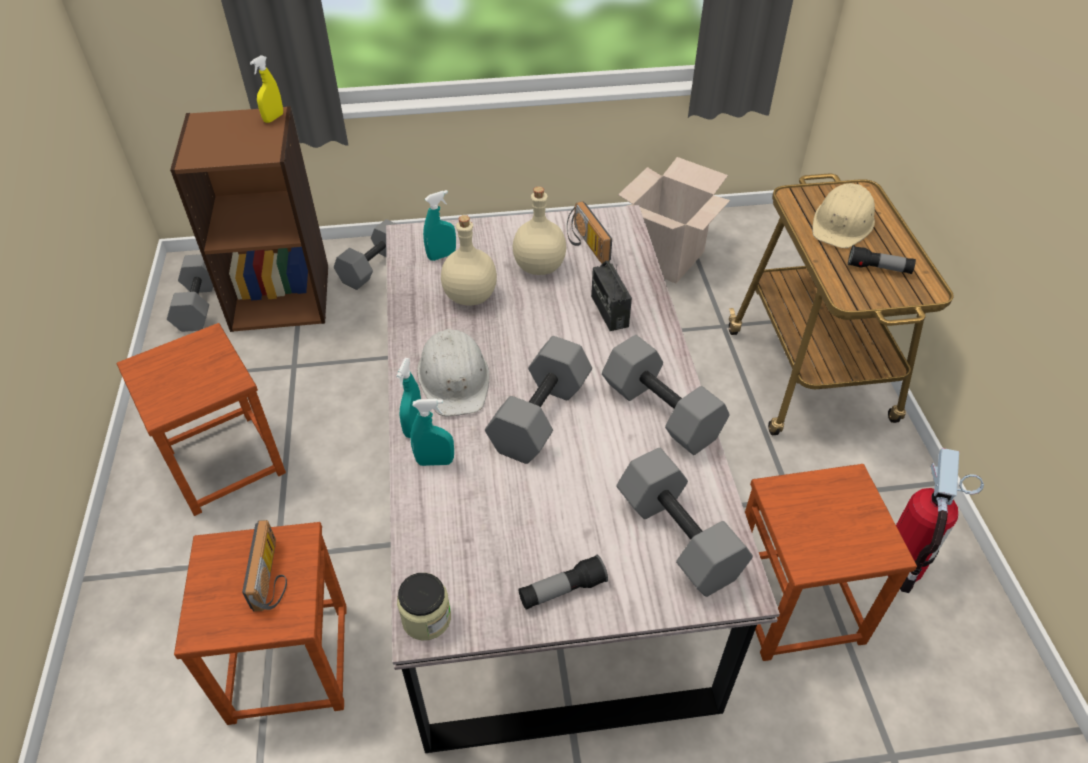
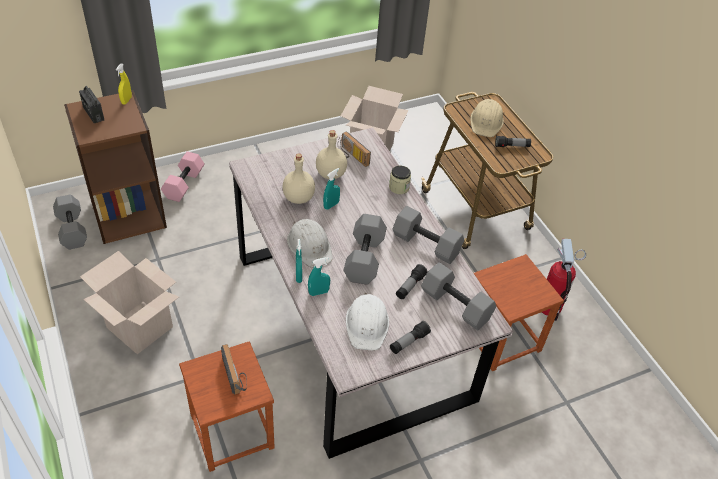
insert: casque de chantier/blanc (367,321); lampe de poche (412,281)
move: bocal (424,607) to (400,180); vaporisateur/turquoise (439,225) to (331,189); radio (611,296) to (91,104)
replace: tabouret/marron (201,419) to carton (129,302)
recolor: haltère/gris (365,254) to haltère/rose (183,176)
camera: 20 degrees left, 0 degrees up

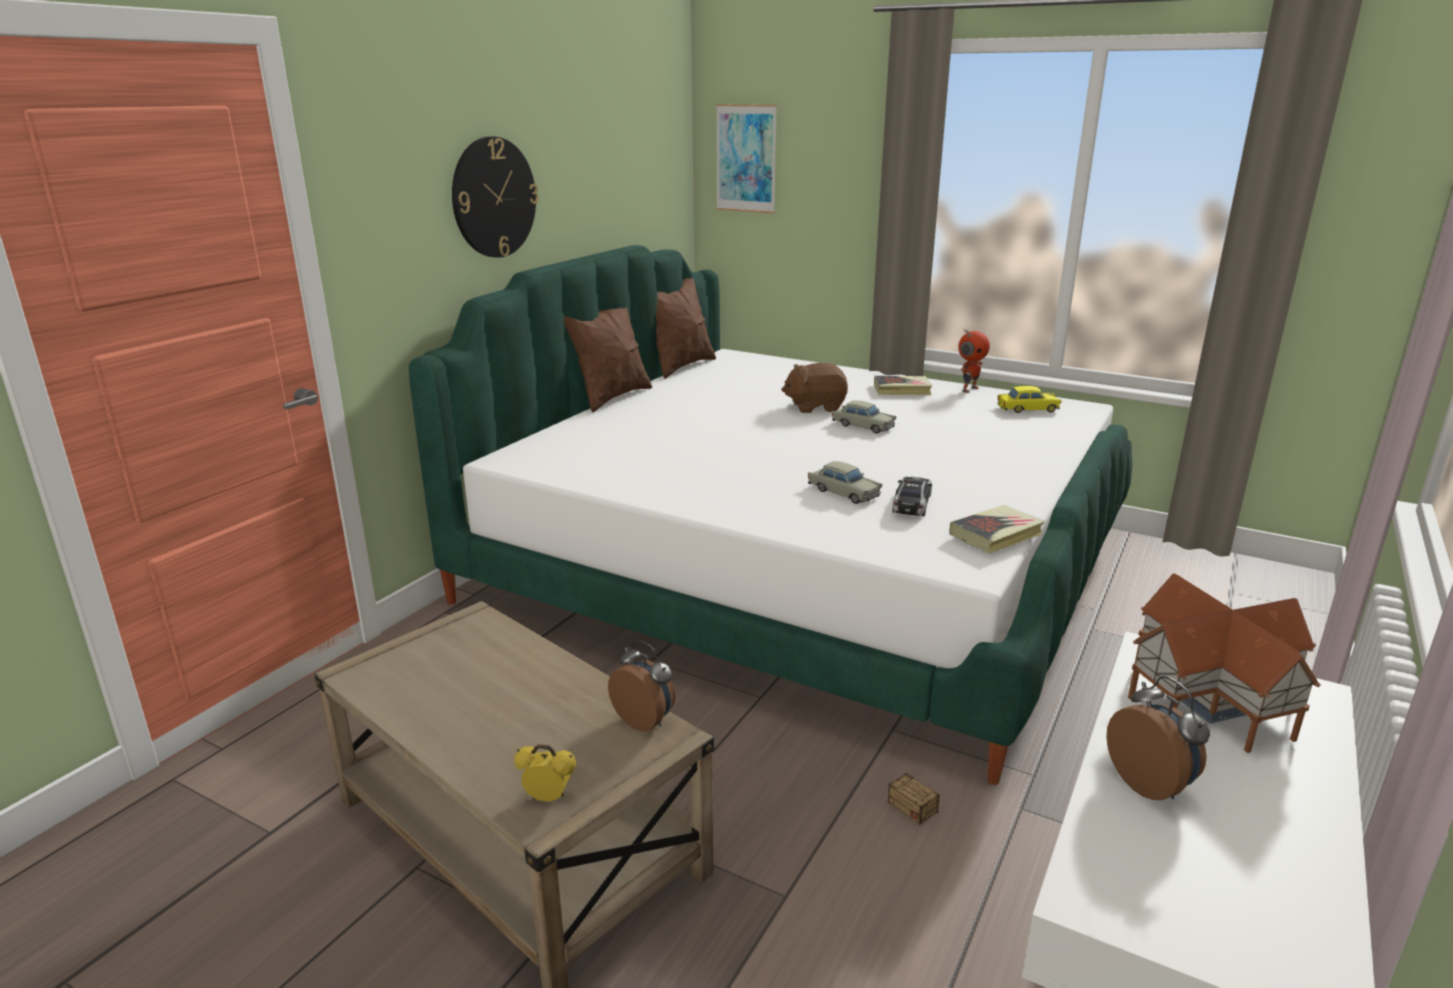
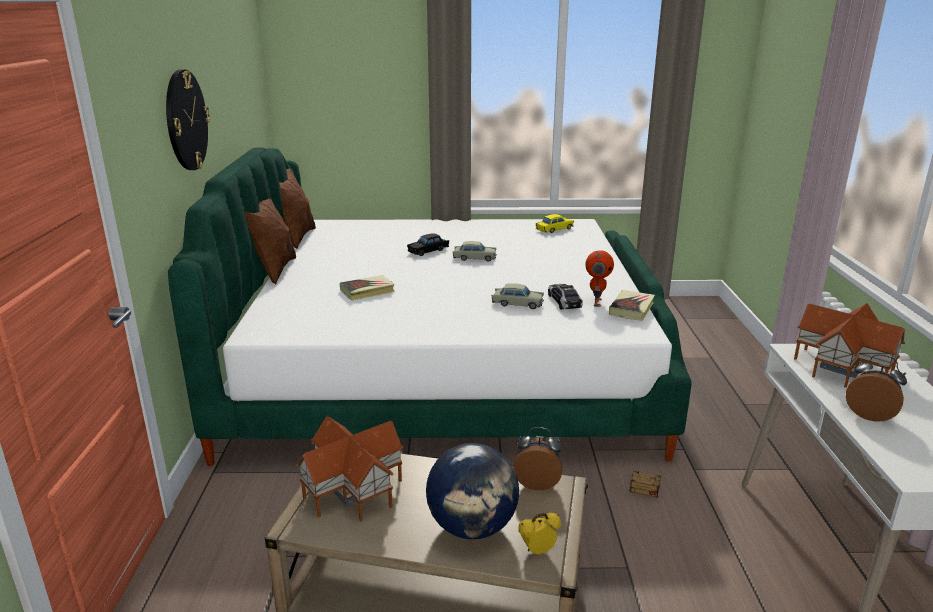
delete: tableau (746,158)
insert: maison miniature (350,468); globe (472,491)
move: livre (903,385) to (367,287); robot jouet (974,361) to (600,278)
replace: peluche/marron (814,388) to petite voiture/noir (428,244)
camera: 30 degrees left, 0 degrees up

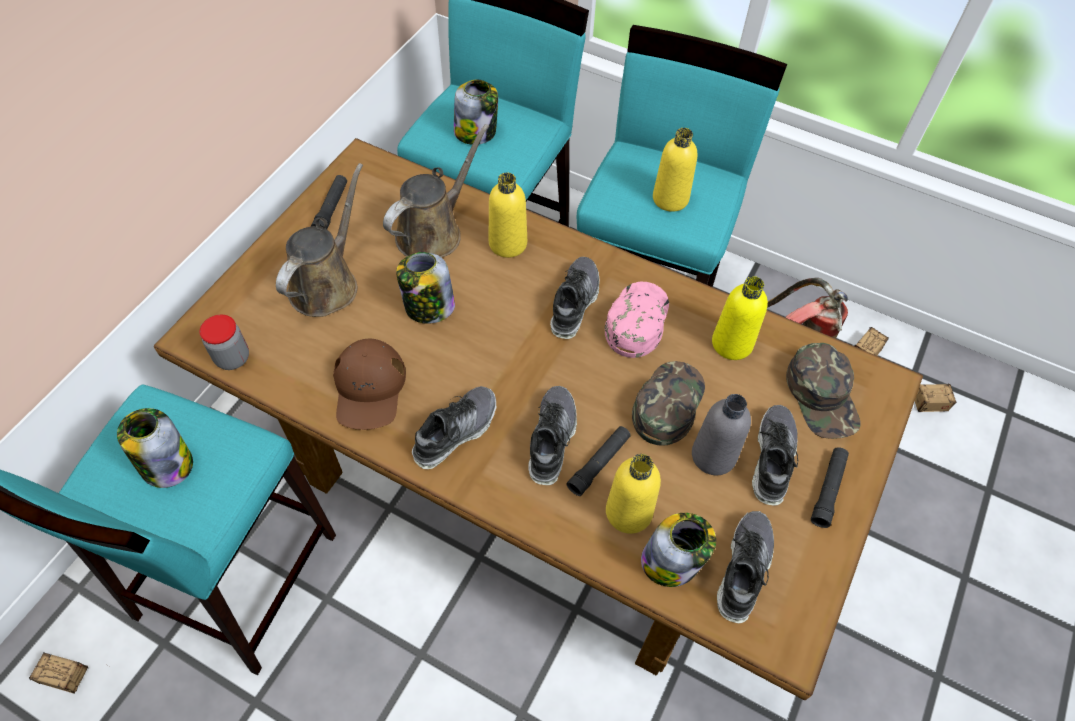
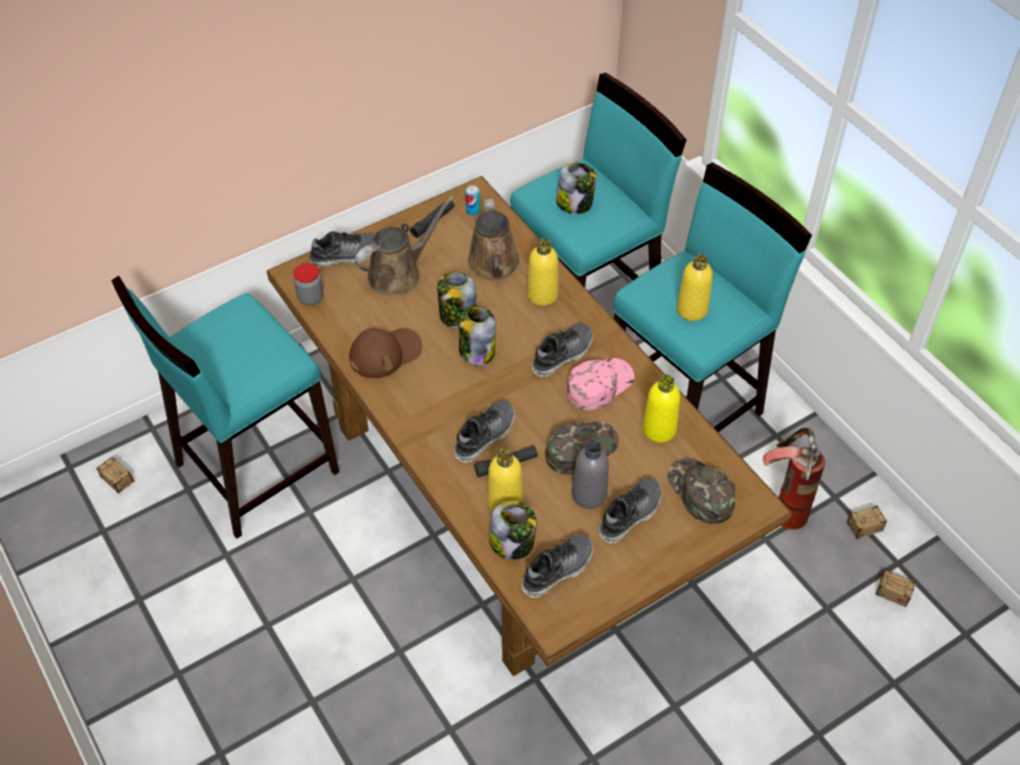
delete: lampe de poche/noir (830,487)
insert: boîte métallique (472,200)
move: bocal (155,448) to (477,336); chaussure (454,427) to (341,249)
rotate: casquette/marron (369,384) = (385,353) 150 degrees counterclockwise; arrosoir/marron (436,191) = (493,239) 105 degrees clockwise; casquette/vert (823,391) = (701,491) 135 degrees clockwise
camera: 30 degrees right, 5 degrees down

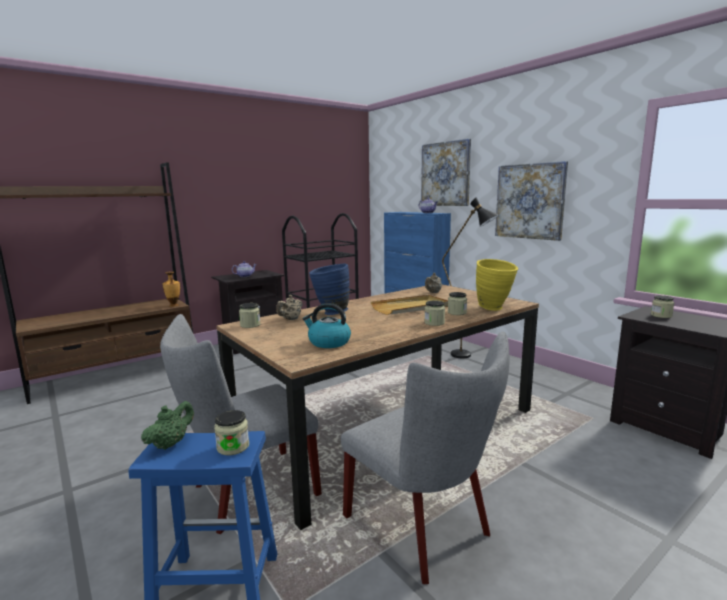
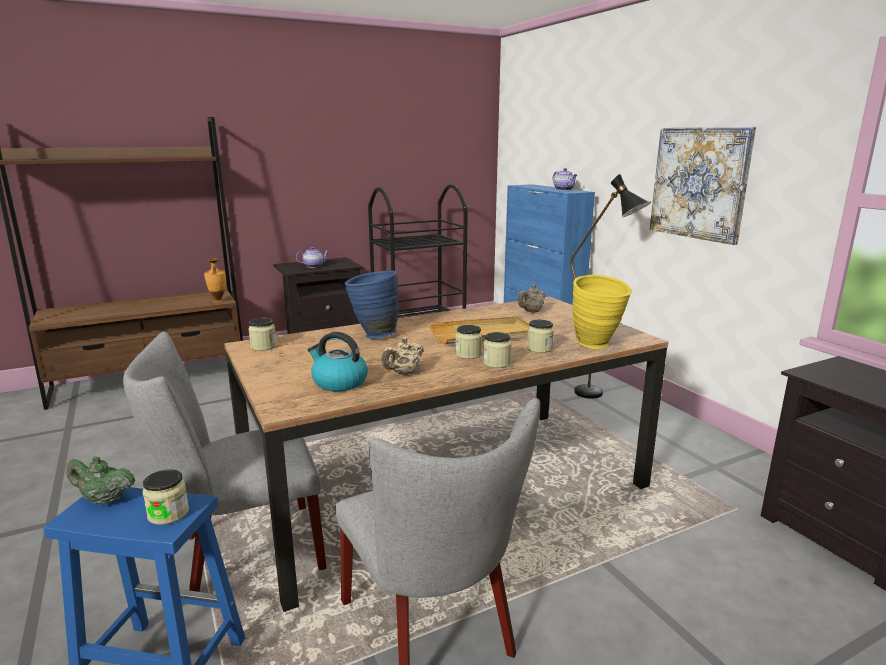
delete: tableau (446,172)
move: théière/beige (289,307) to (402,356); bocal (662,306) to (468,342)
rotate: théière/vert (167,425) = (100,480) 120 degrees counterclockwise
camera: 10 degrees right, 5 degrees up

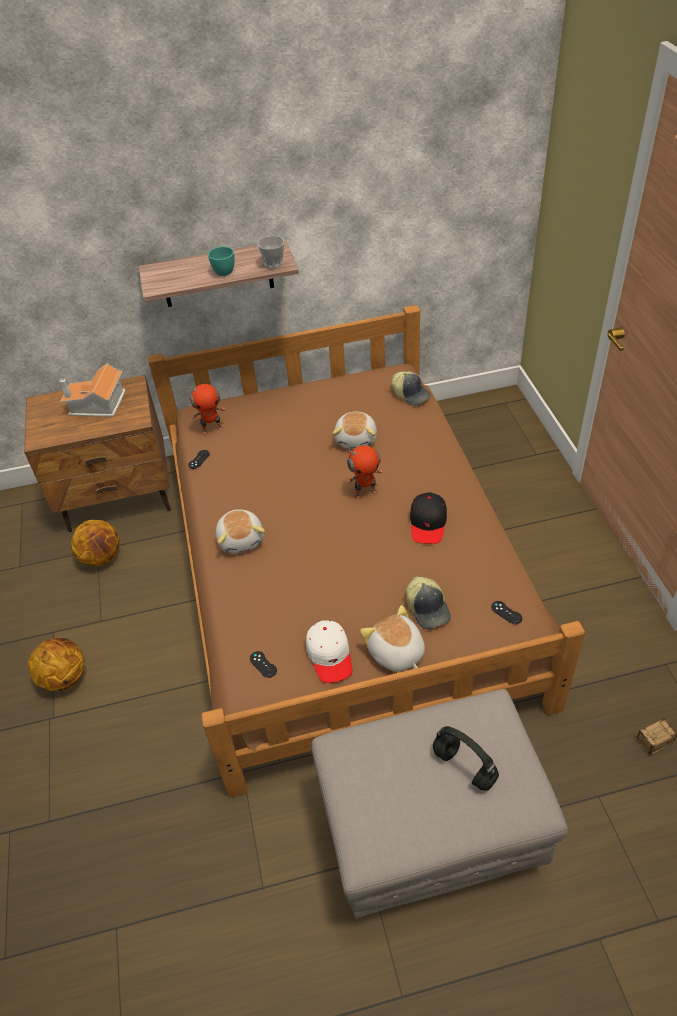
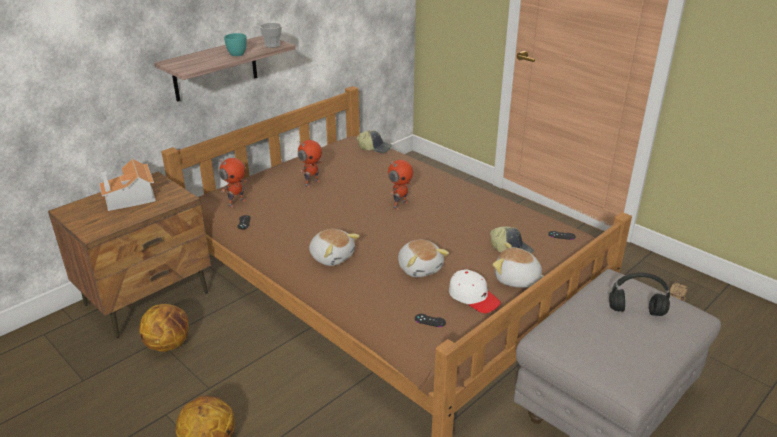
delete: casquette/noir (428,518)
insert: robot jouet (310,164)
move: peluche (354,430) to (423,258)
camera: 35 degrees left, 15 degrees down

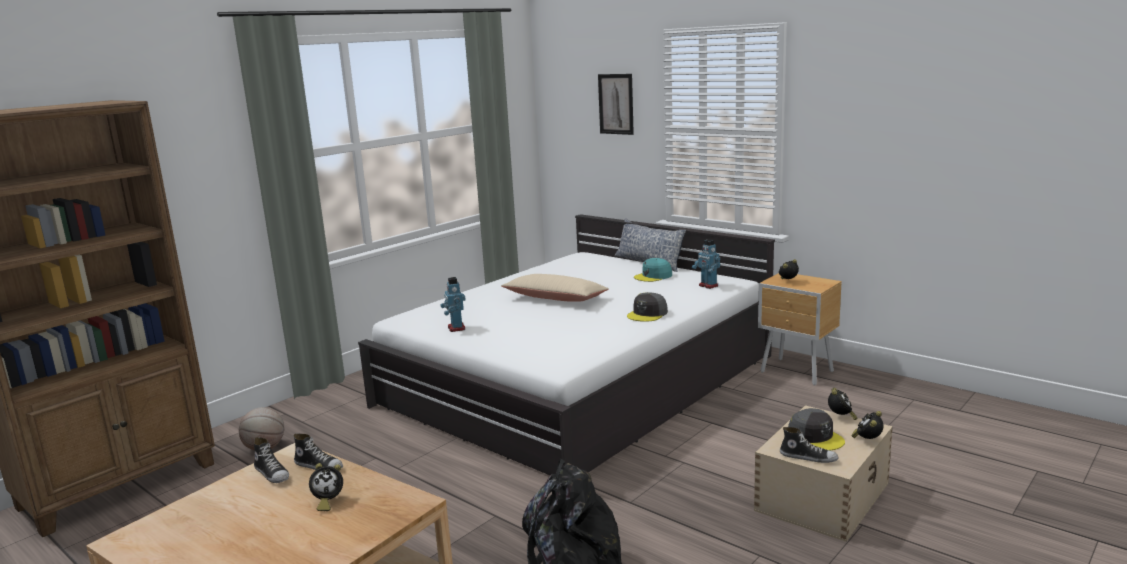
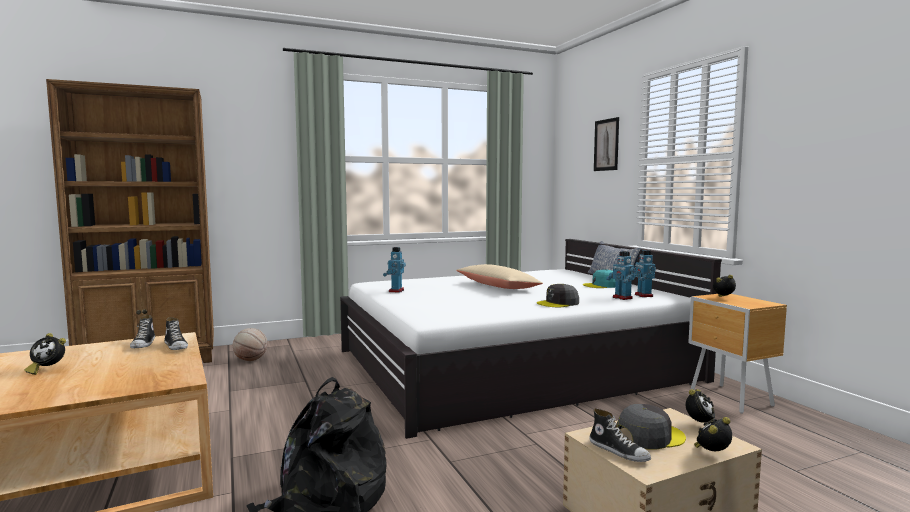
insert: robot jouet (621,275)
move: réveil (326,487) to (45,354)
rotate: casquette/gris (816,429) = (651,426) 105 degrees counterclockwise
camera: 25 degrees right, 10 degrees down

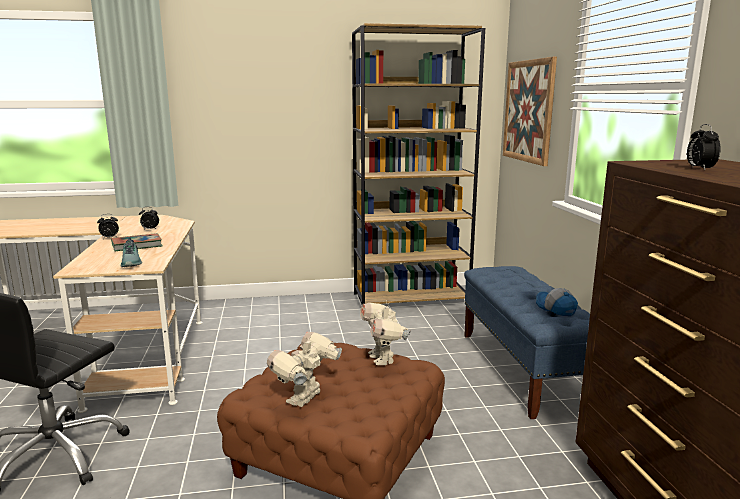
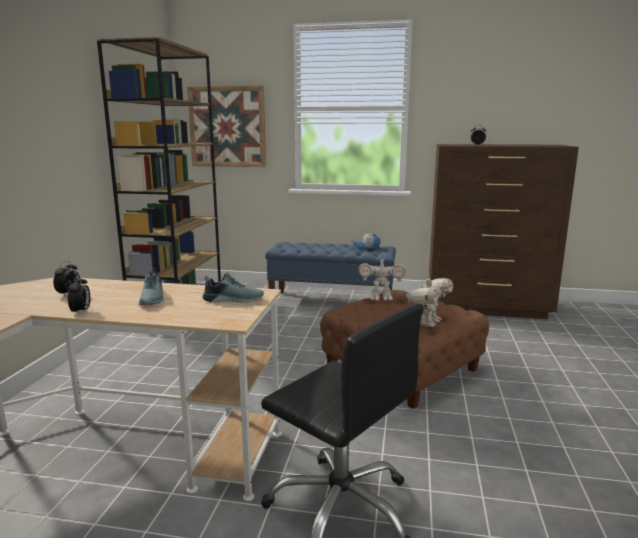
replace: livre (136,242) to chaussure (151,286)
rotate: robot jouet (304,369) = (429,300) 105 degrees counterclockwise
camera: 70 degrees left, 0 degrees up

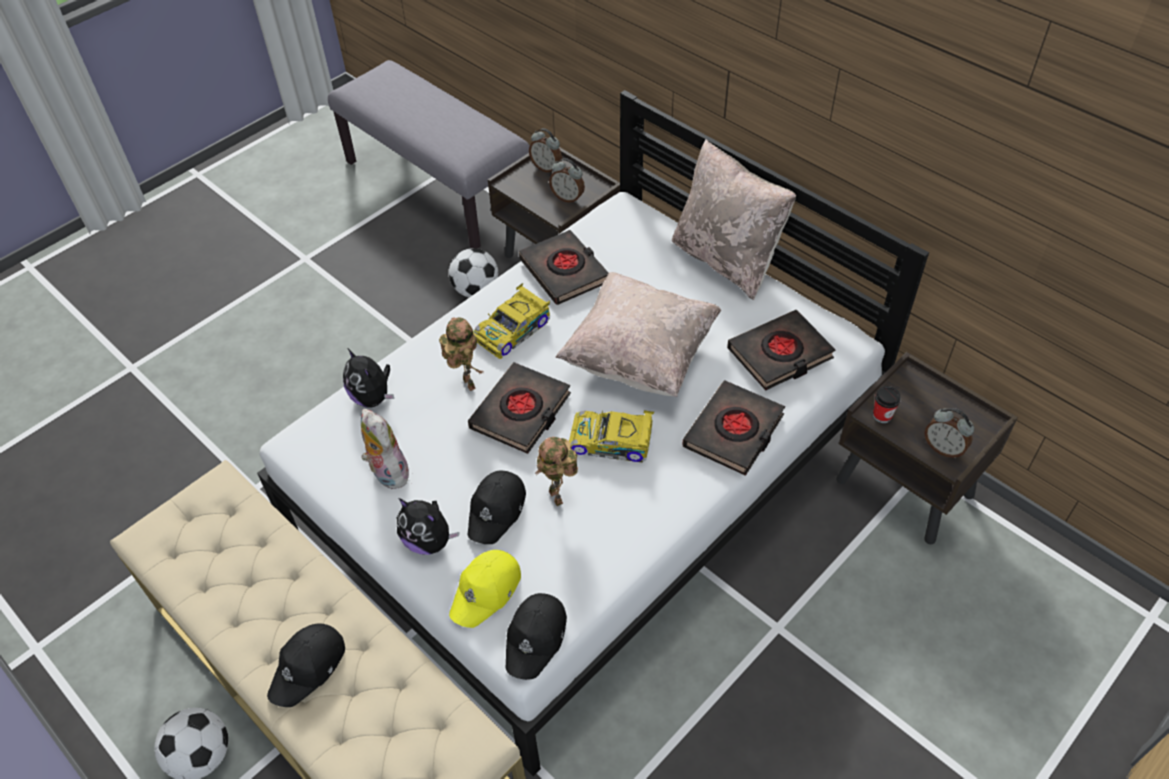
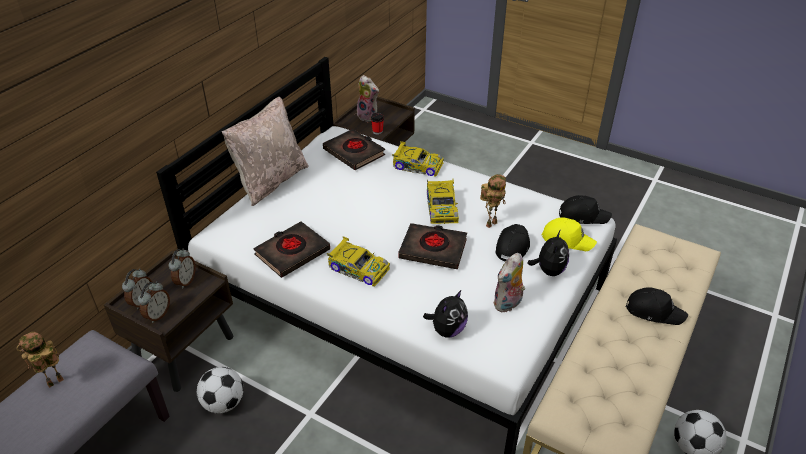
delete: coussin/beige (638,334)
insert: peluche (367,99)
move: robot jouet (461,354) to (40,360); réveil (949,433) to (154,302)
replace: livre/noir (733,428) to petite voiture (418,158)
rotate: casquette/noir (497,507) = (513,243) 75 degrees counterclockwise
camera: 105 degrees left, 10 degrees down

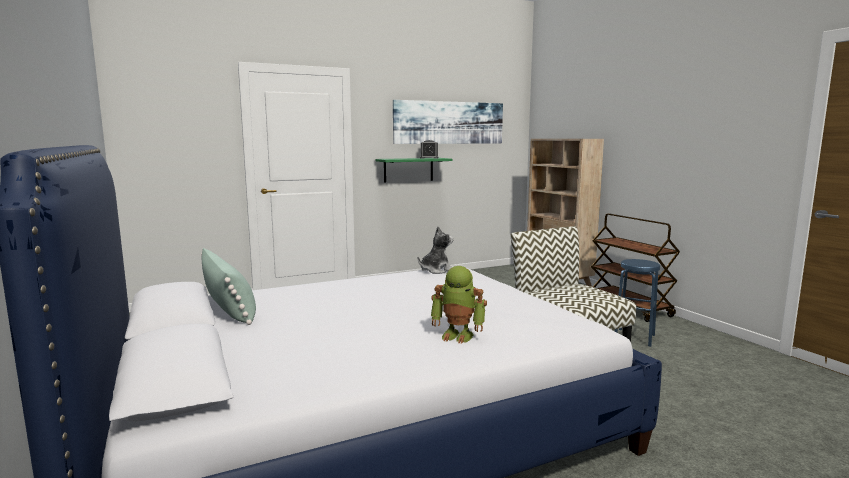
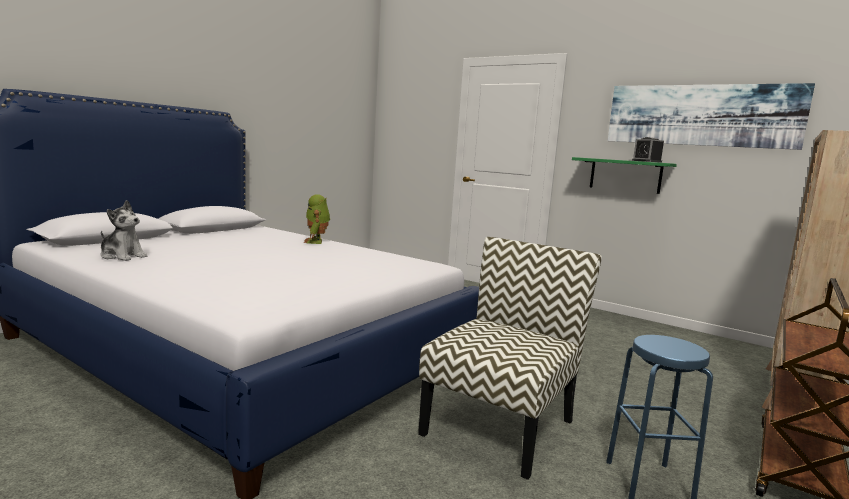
delete: coussin/vert (228,286)
move: peluche (435,250) to (124,230); robot jouet (459,305) to (317,219)
camera: 60 degrees right, 0 degrees up

